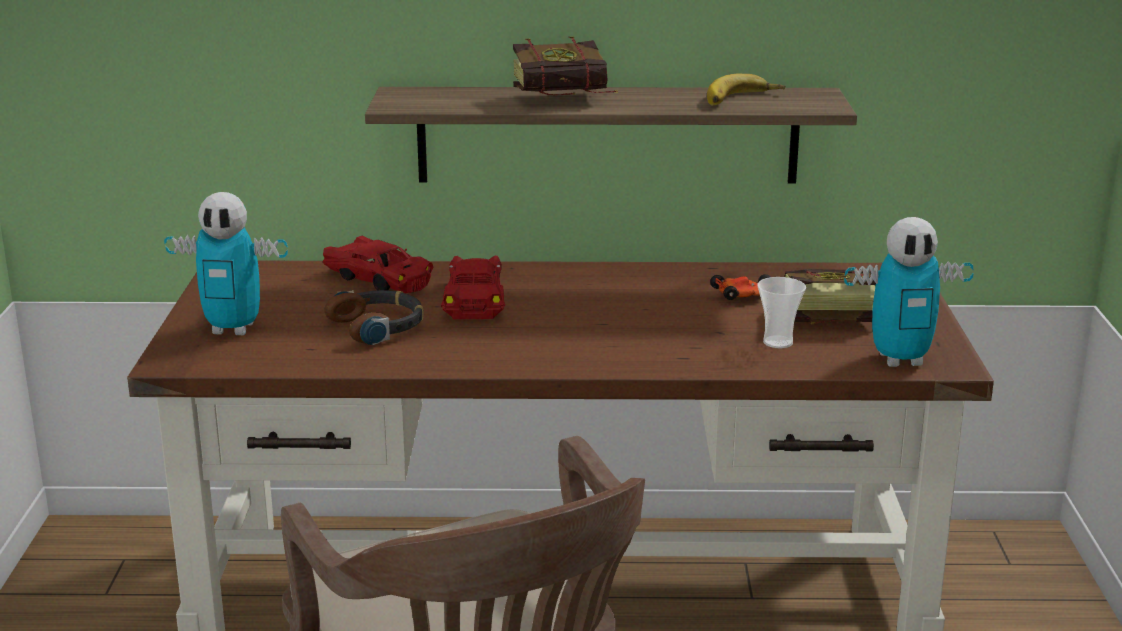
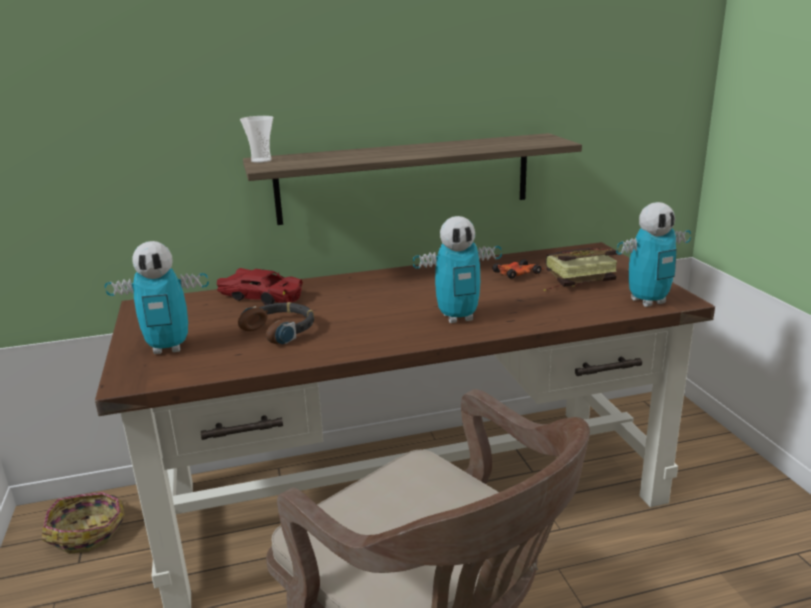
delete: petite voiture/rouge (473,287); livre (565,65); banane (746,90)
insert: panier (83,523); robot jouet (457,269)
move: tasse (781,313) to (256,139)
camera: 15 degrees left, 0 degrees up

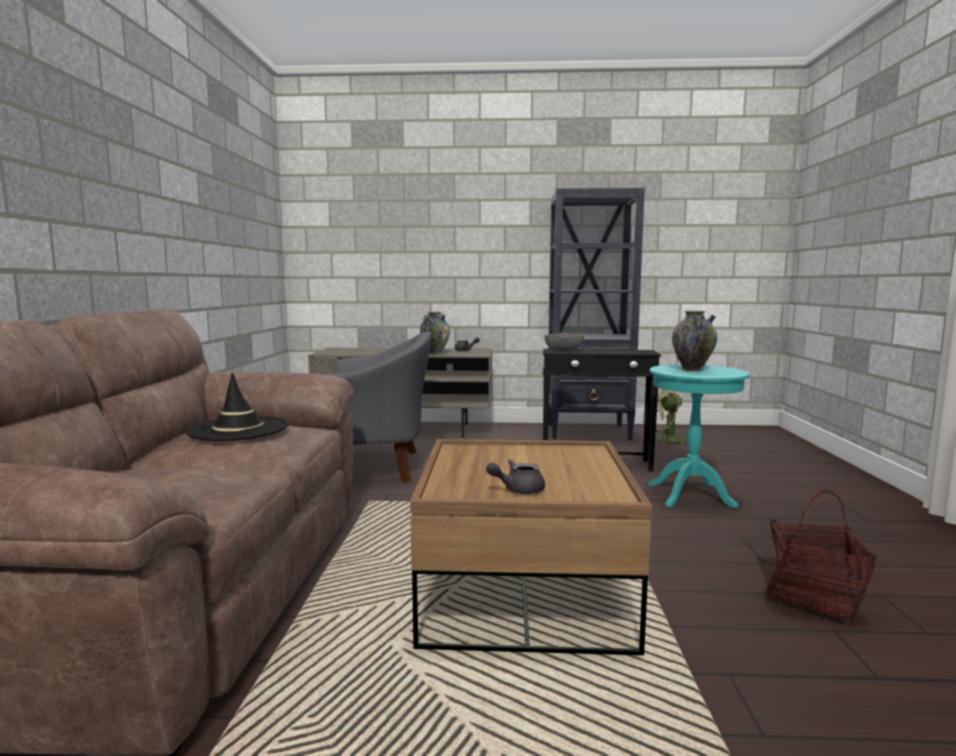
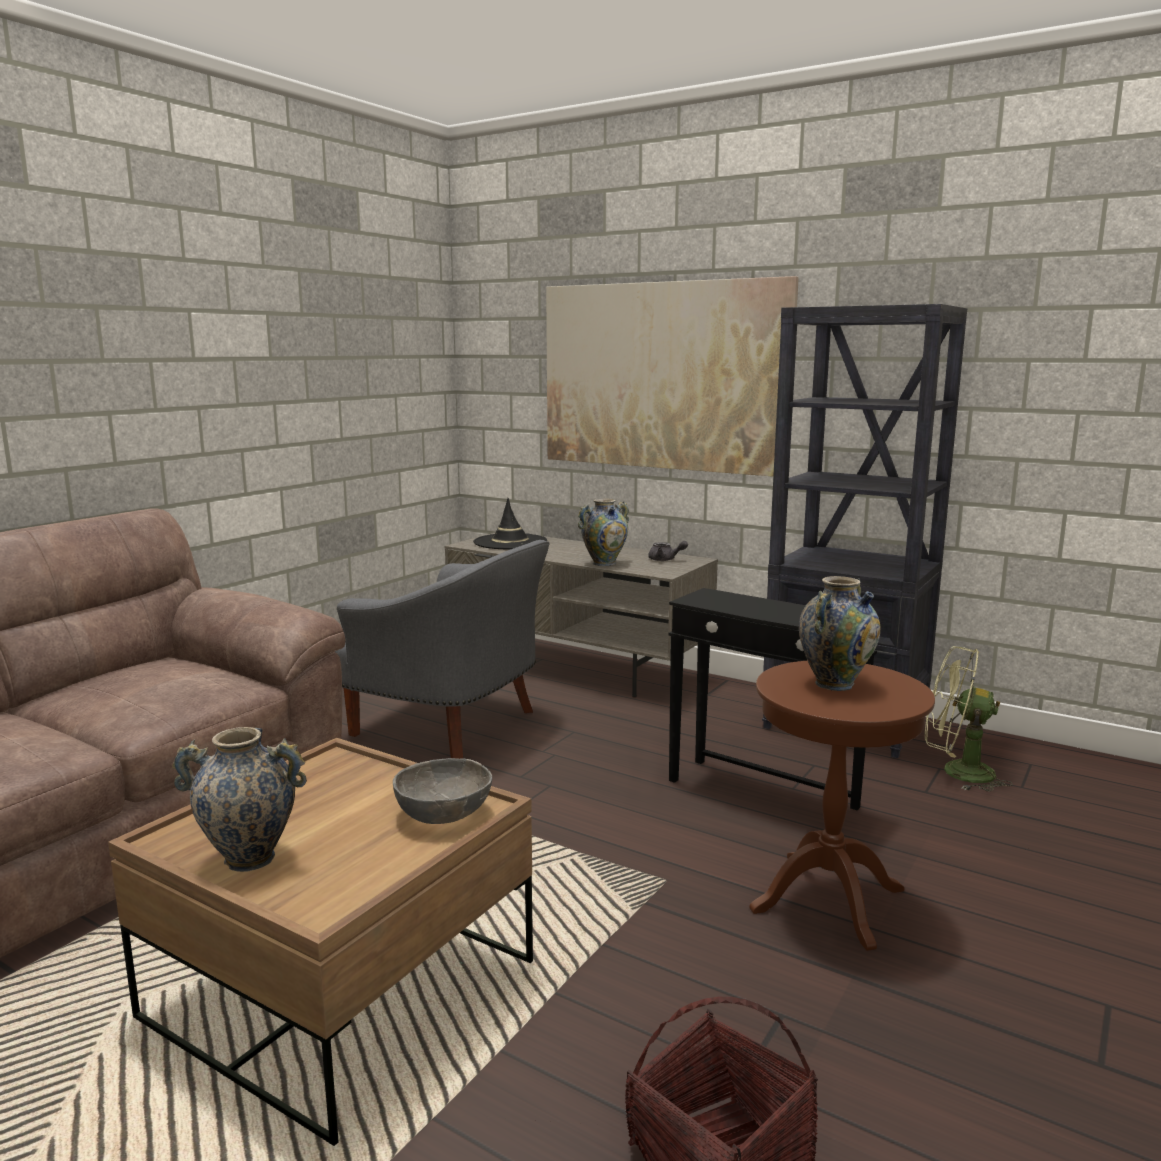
insert: tableau (672,376)
move: chapeau/noir (237,406) to (510,523); bol/gris (564,342) to (442,791)
replace: théière/gris (515,476) to vase (239,799)
recolor: table d'appoint/turquoise (699,436) to table d'appoint/marron (842,806)
camera: 30 degrees right, 5 degrees up

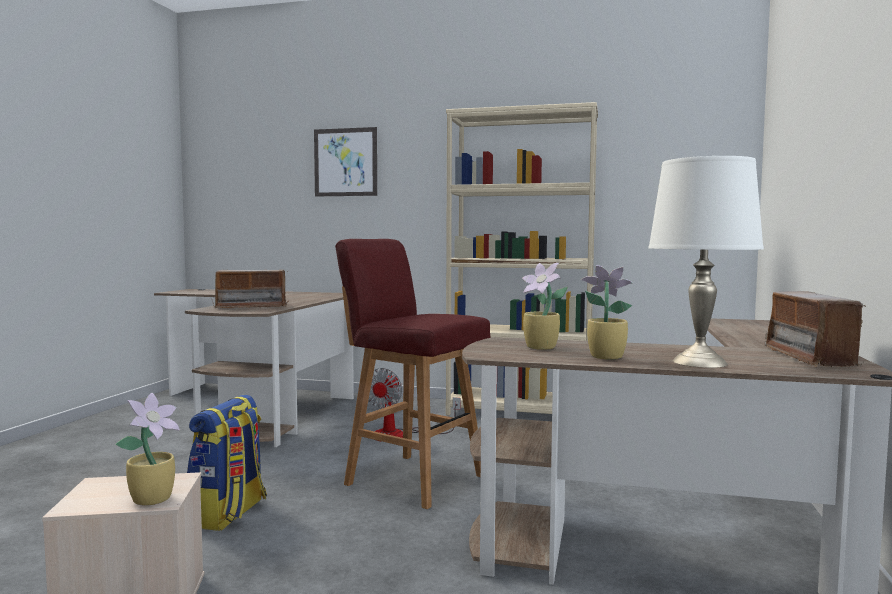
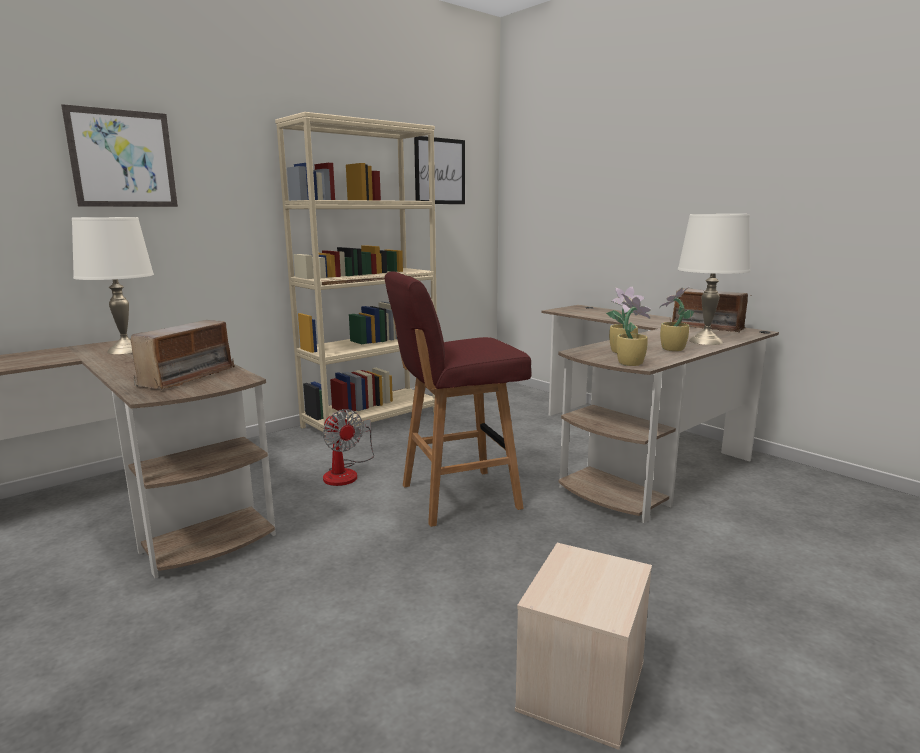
delete: sac à dos (227,463)
insert: lampe de table/blanc (113,285); tableau (439,170)
move: plante en pot (148,449) to (632,329)
camera: 55 degrees left, 10 degrees up

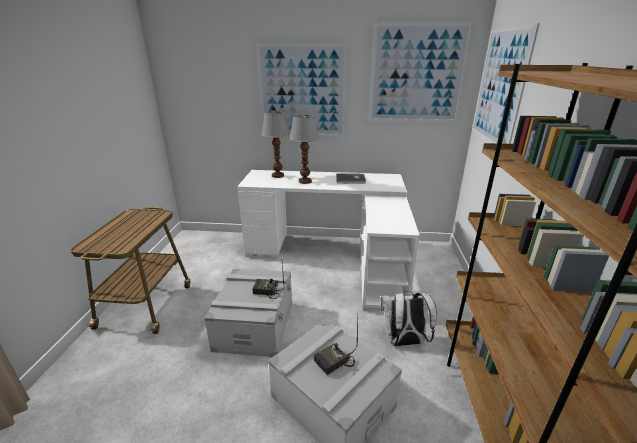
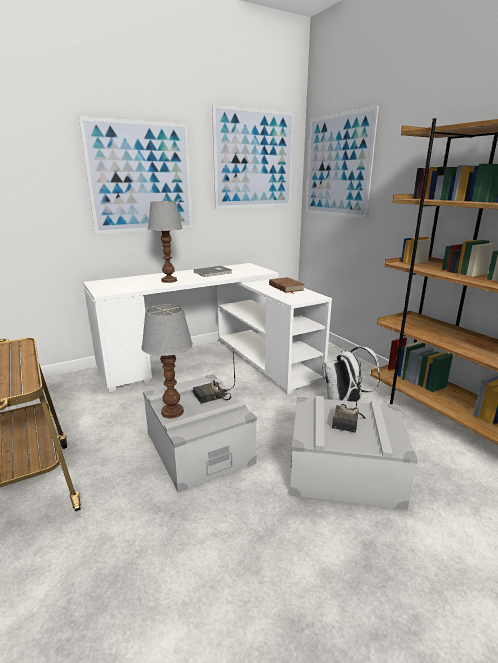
insert: livre/marron (287,285)
move: lampe de table (276,144) to (167,361)
camera: 35 degrees left, 5 degrees down

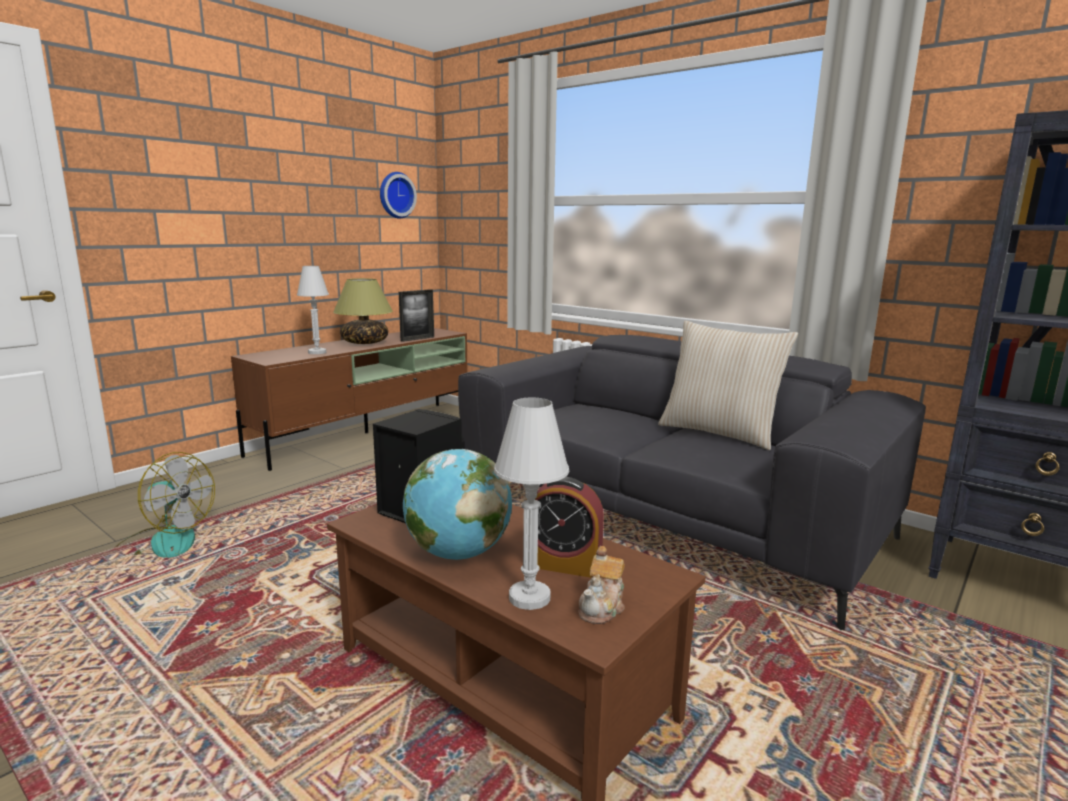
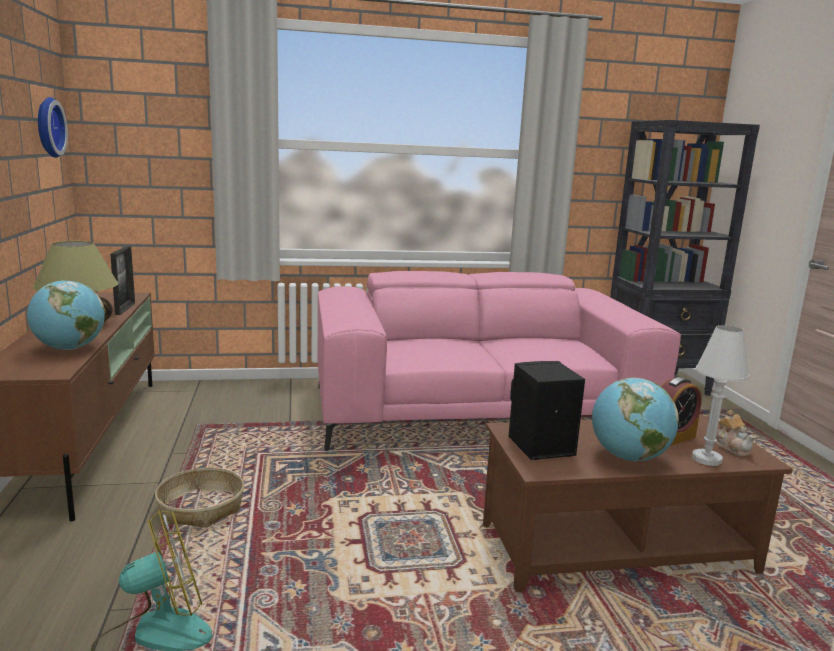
delete: coussin/beige (728,385)
insert: panier (199,498)
replace: lampe de table/blanc (313,310) to globe (66,315)
recolor: canapé/gris (692,482) to canapé/rose (499,361)
camera: 50 degrees left, 0 degrees up

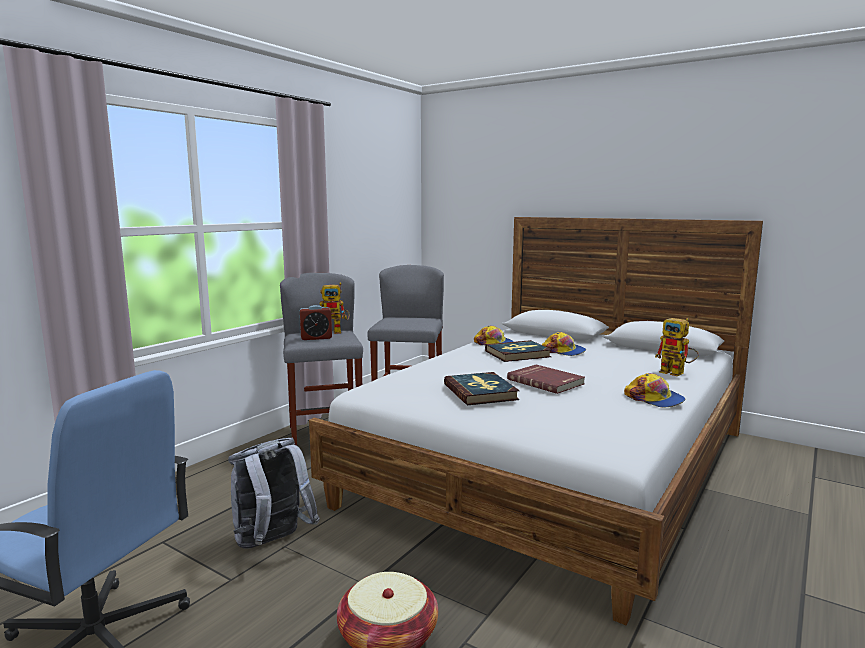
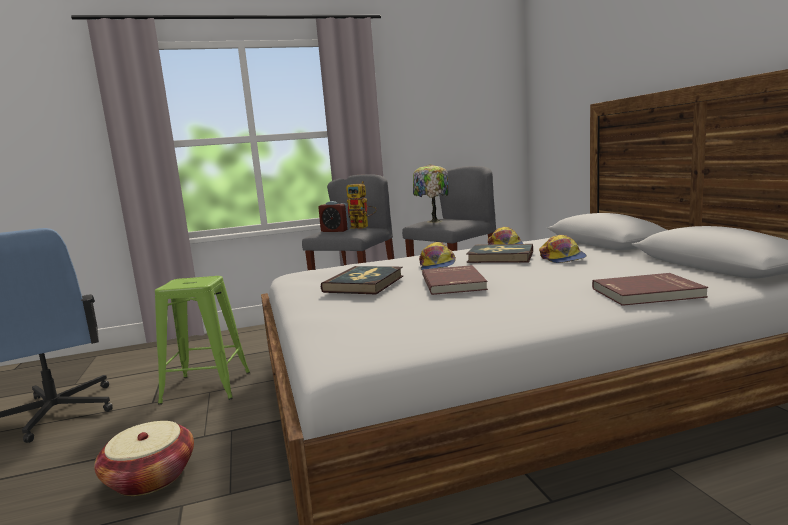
insert: lampe de table (431,193)
move: casquette (654,390) to (437,256)
replace: sac à dos/gris (274,493) to tabouret/vert (202,340); robot jouet (677,347) to livre/rouge (650,289)
camera: 40 degrees right, 0 degrees up

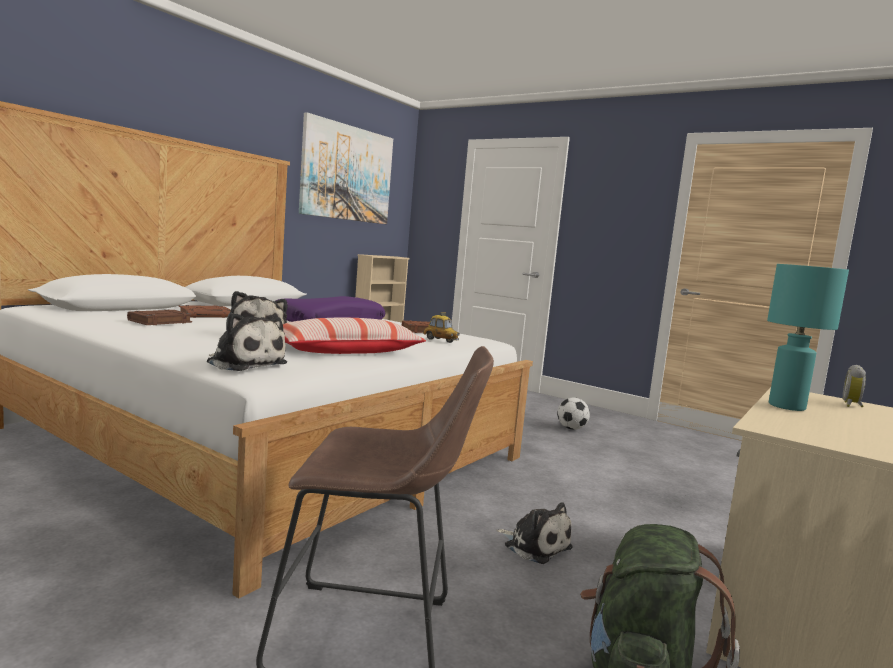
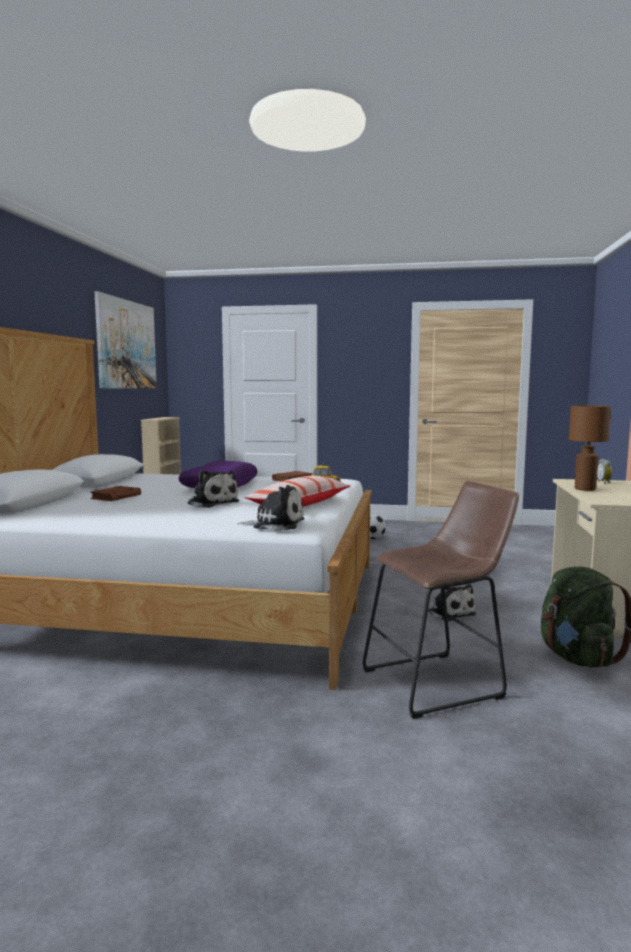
delete: livre/marron (160,317)
recolor: lampe de table/turquoise (808,337) to lampe de table/marron (590,448)
rotate: peluche (535,533) = (452,603) 45 degrees clockwise
camera: 25 degrees left, 0 degrees up

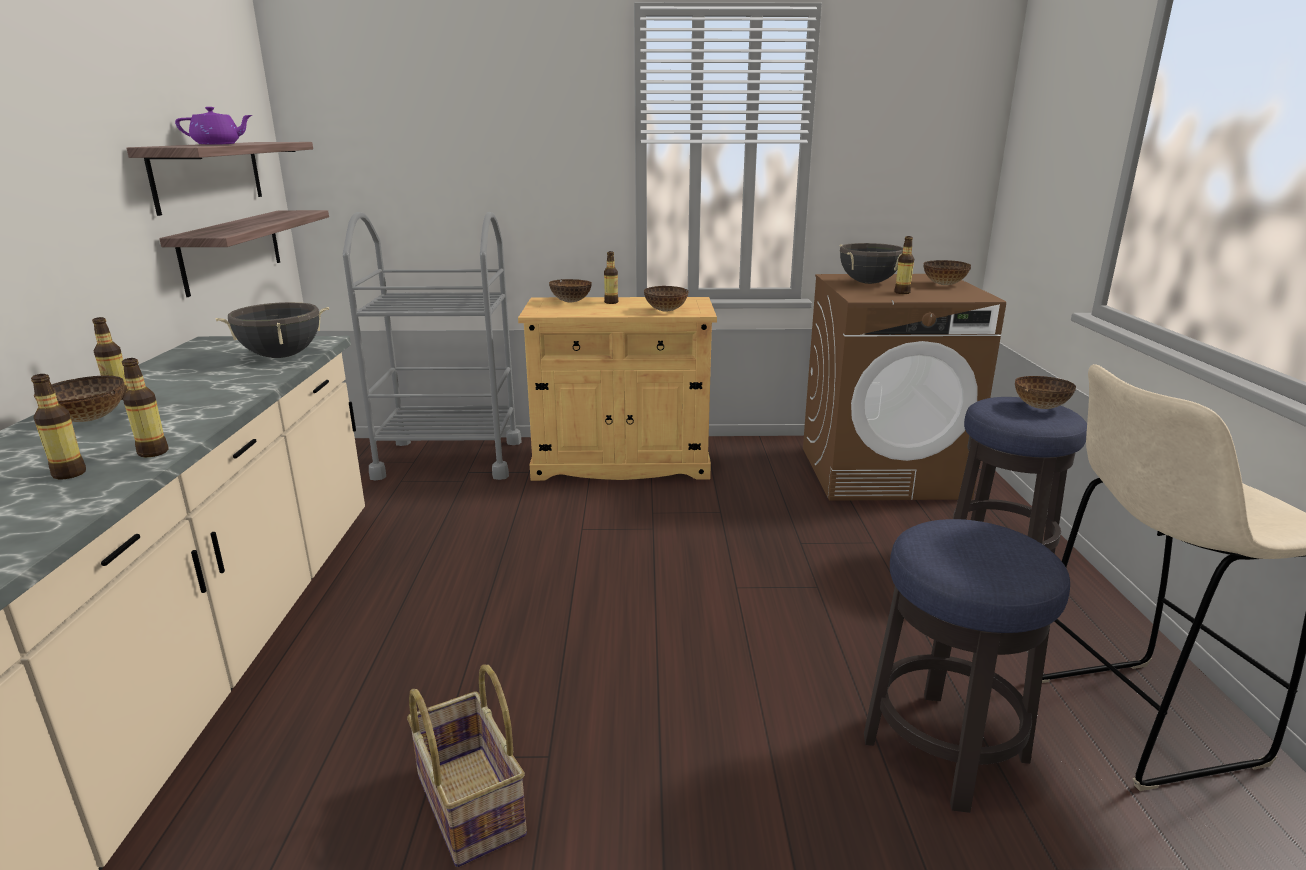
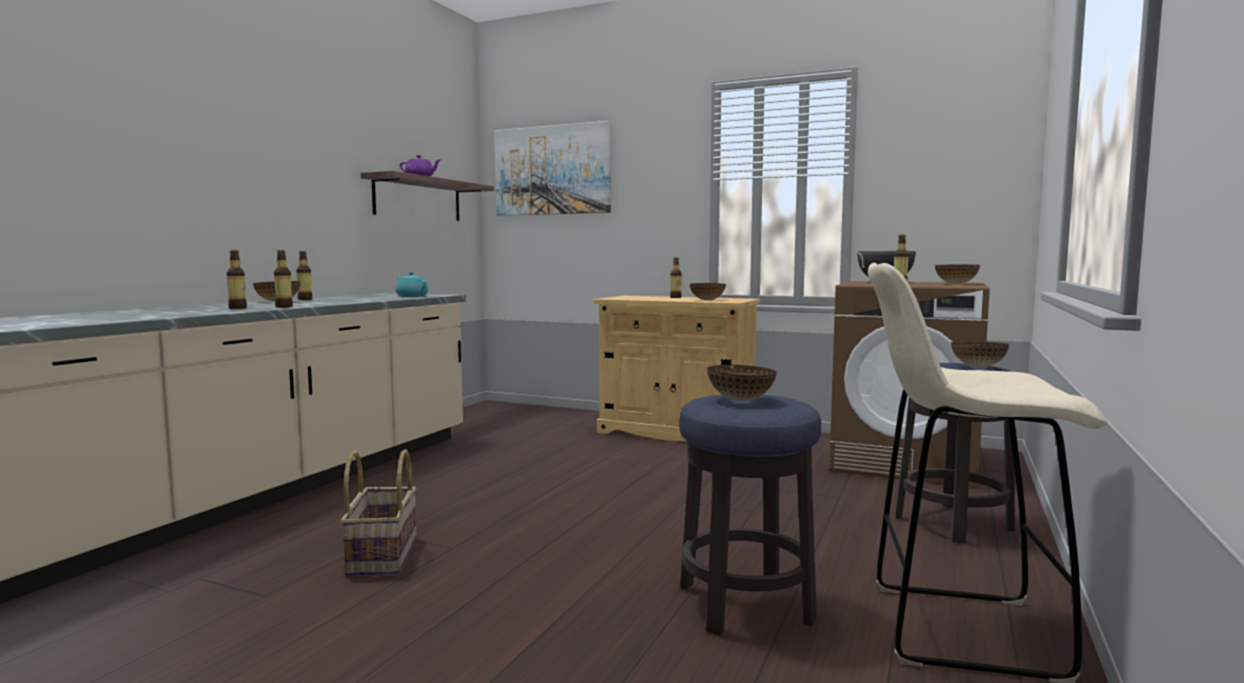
delete: étagère (244,253); chariot/gris (432,346)
insert: tableau (553,168)
move: bol (570,290) to (742,383)
replace: marmite/noir (272,330) to théière/turquoise (412,284)
camera: 25 degrees right, 15 degrees down

